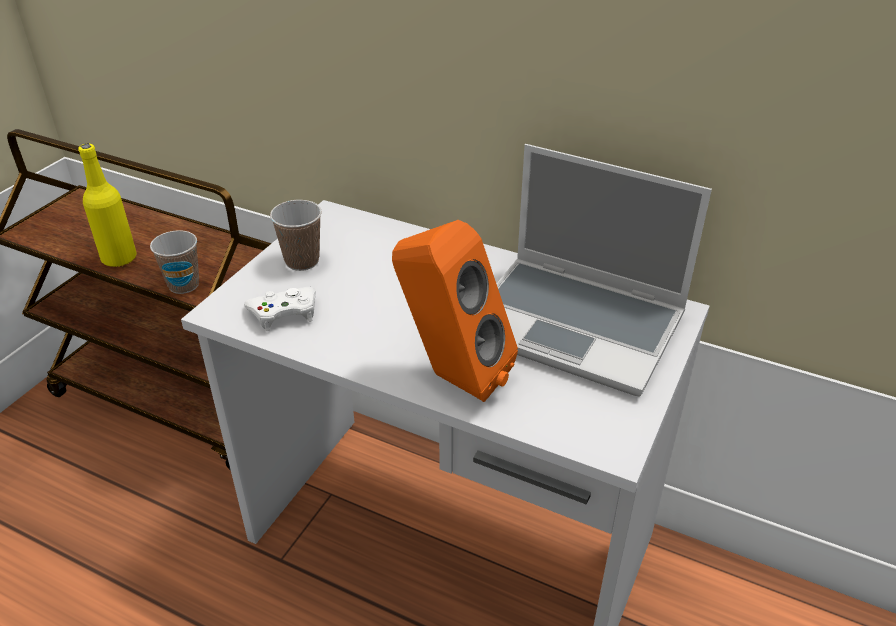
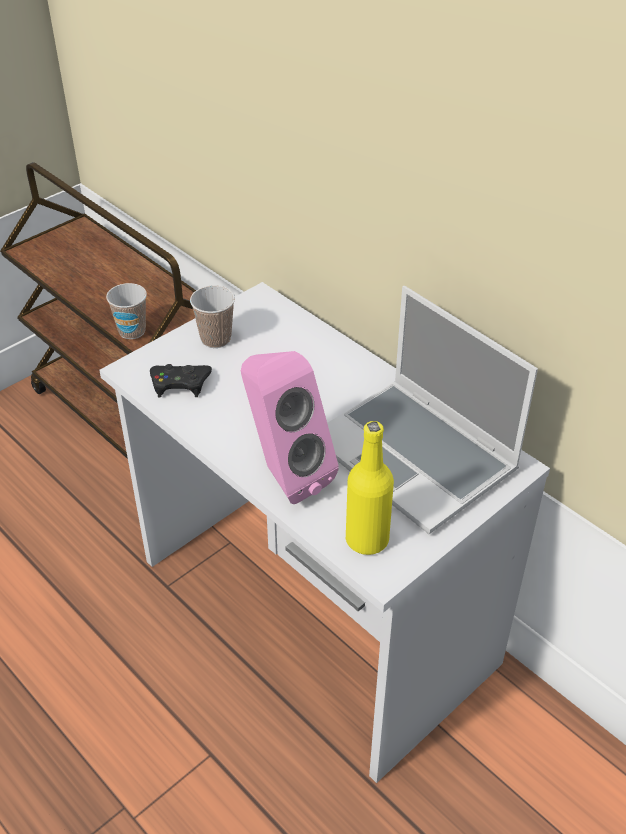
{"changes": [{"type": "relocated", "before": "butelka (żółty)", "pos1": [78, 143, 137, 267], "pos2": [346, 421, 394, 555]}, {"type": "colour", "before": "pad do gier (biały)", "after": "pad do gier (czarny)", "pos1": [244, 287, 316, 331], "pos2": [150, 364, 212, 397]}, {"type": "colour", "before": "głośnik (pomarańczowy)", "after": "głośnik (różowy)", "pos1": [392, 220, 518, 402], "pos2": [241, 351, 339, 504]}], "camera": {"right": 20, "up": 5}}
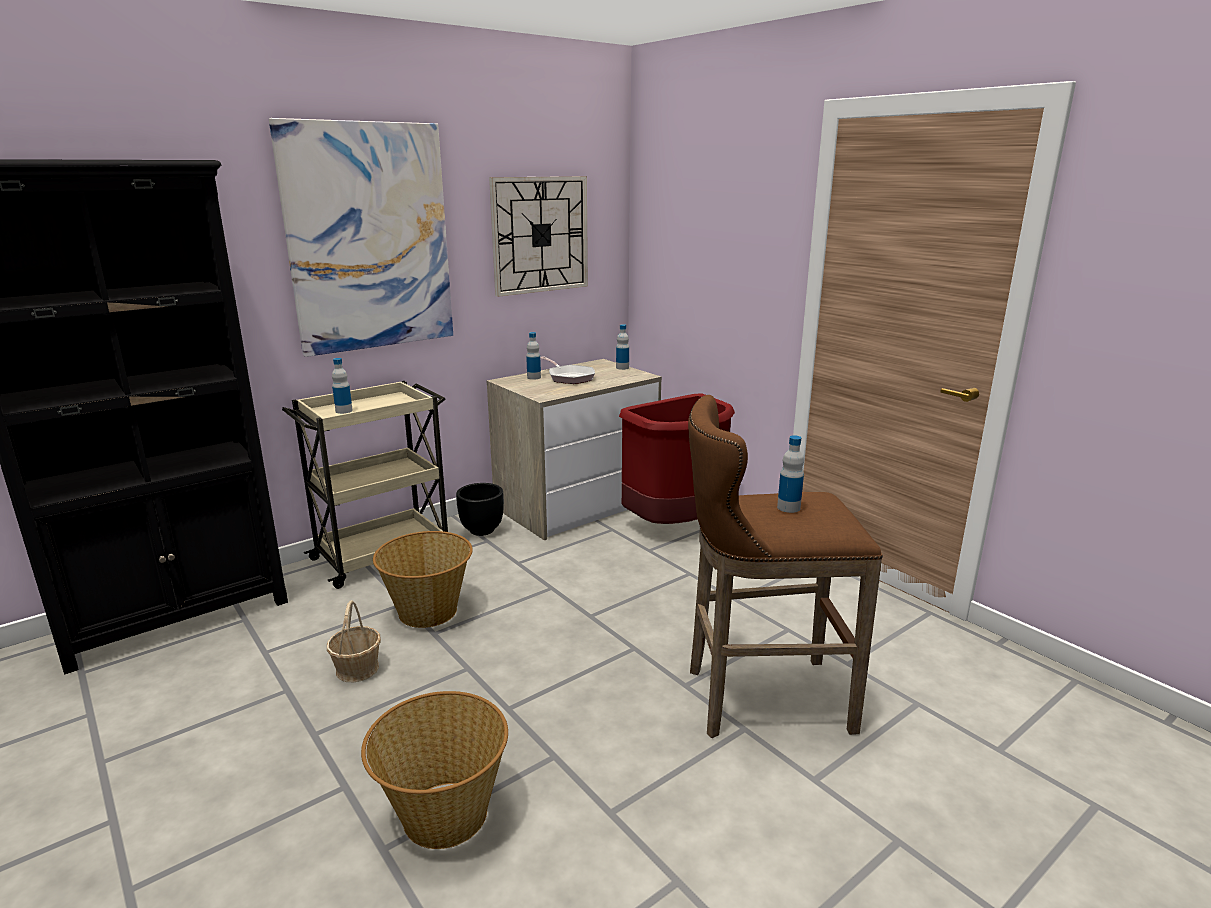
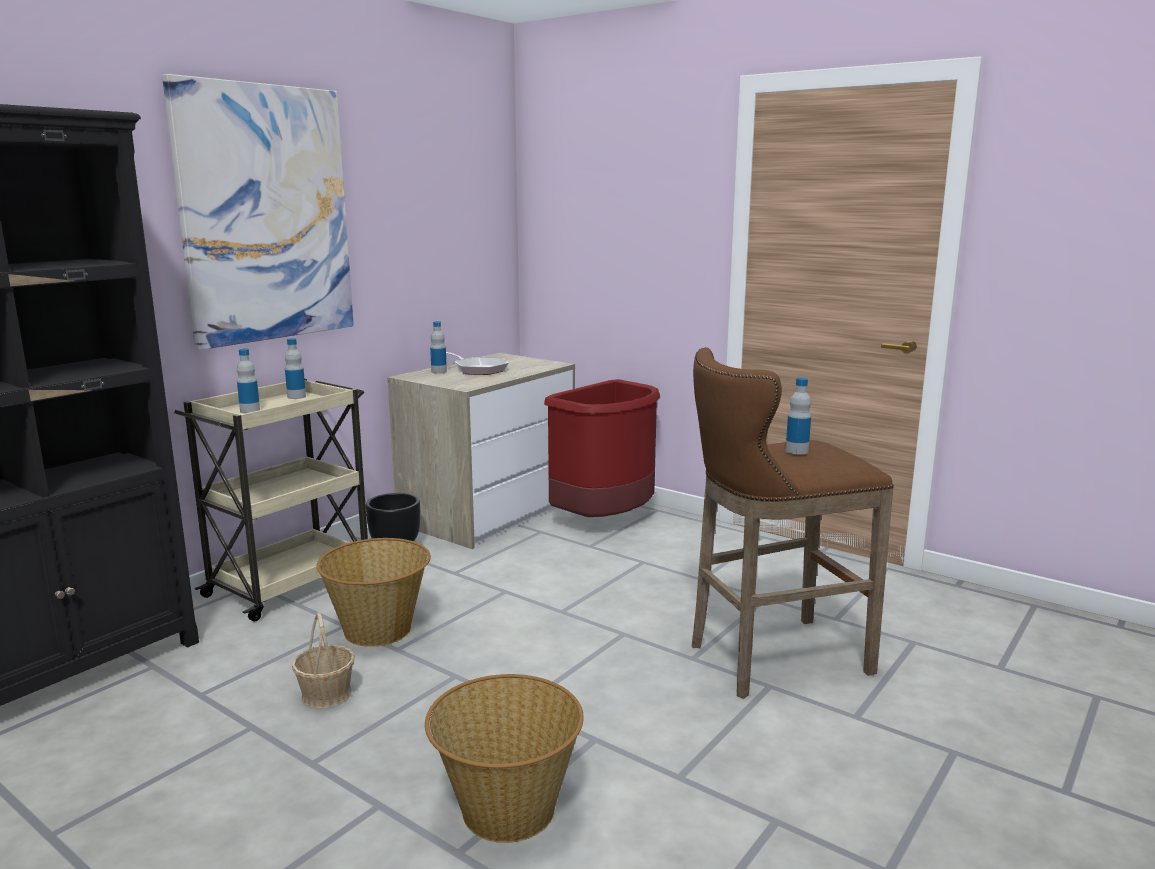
{"changes": [{"type": "missing", "before": "zegar ścienny", "pos1": [489, 176, 588, 297]}, {"type": "relocated", "before": "butelka", "pos1": [616, 324, 629, 370], "pos2": [285, 338, 306, 399]}], "camera": {"right": -15, "up": -5}}
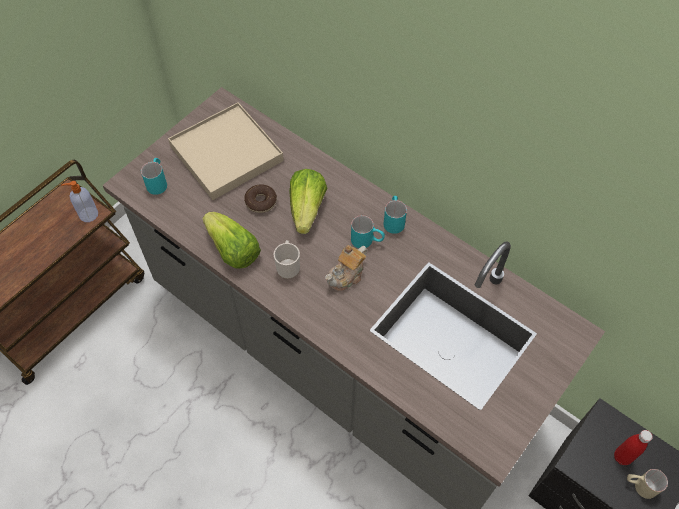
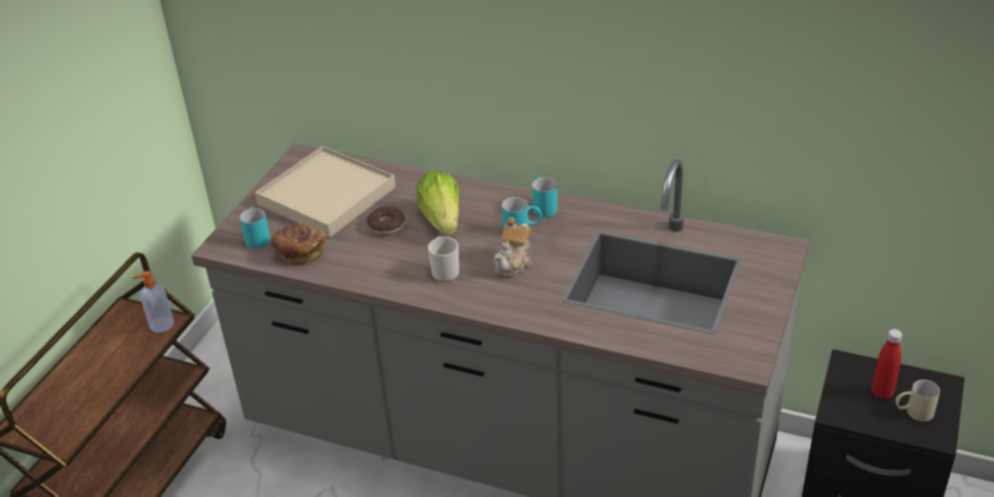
{"changes": [{"type": "missing", "before": "sałata", "pos1": [203, 212, 261, 269]}, {"type": "appeared", "after": "chleb", "pos2": [270, 224, 326, 266]}], "camera": {"right": -15, "up": -20}}
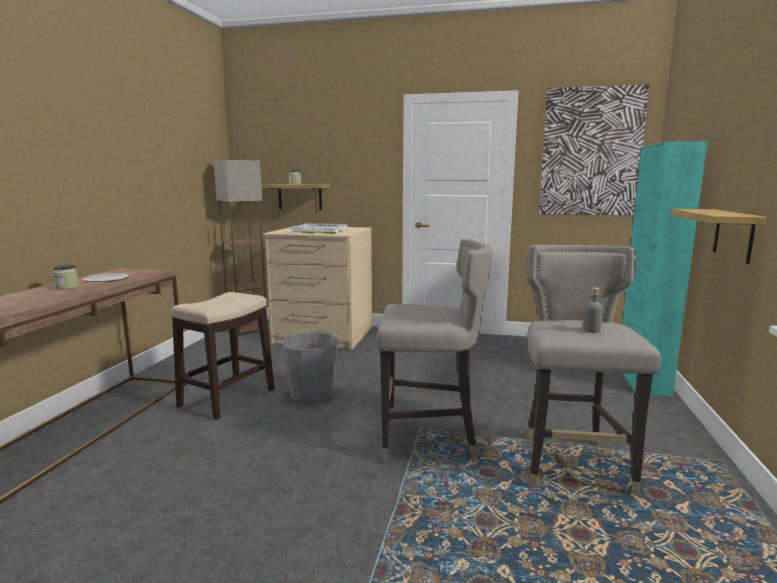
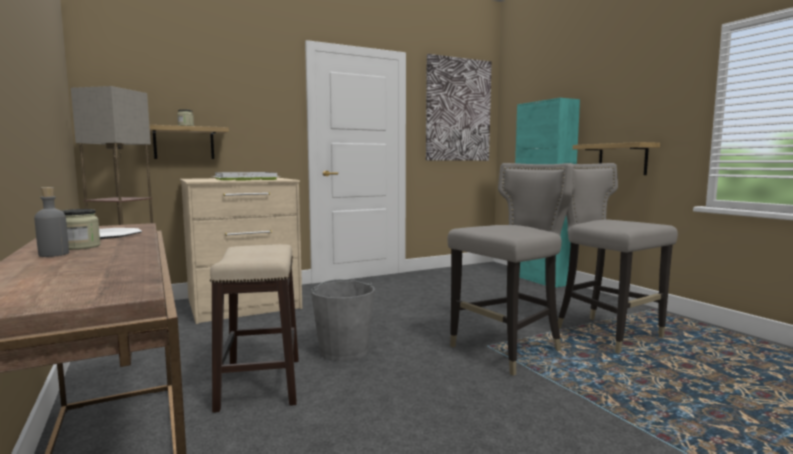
{"changes": [{"type": "relocated", "before": "butelka (szary)", "pos1": [583, 287, 603, 333], "pos2": [34, 187, 69, 257]}], "camera": {"right": -40, "up": -5}}
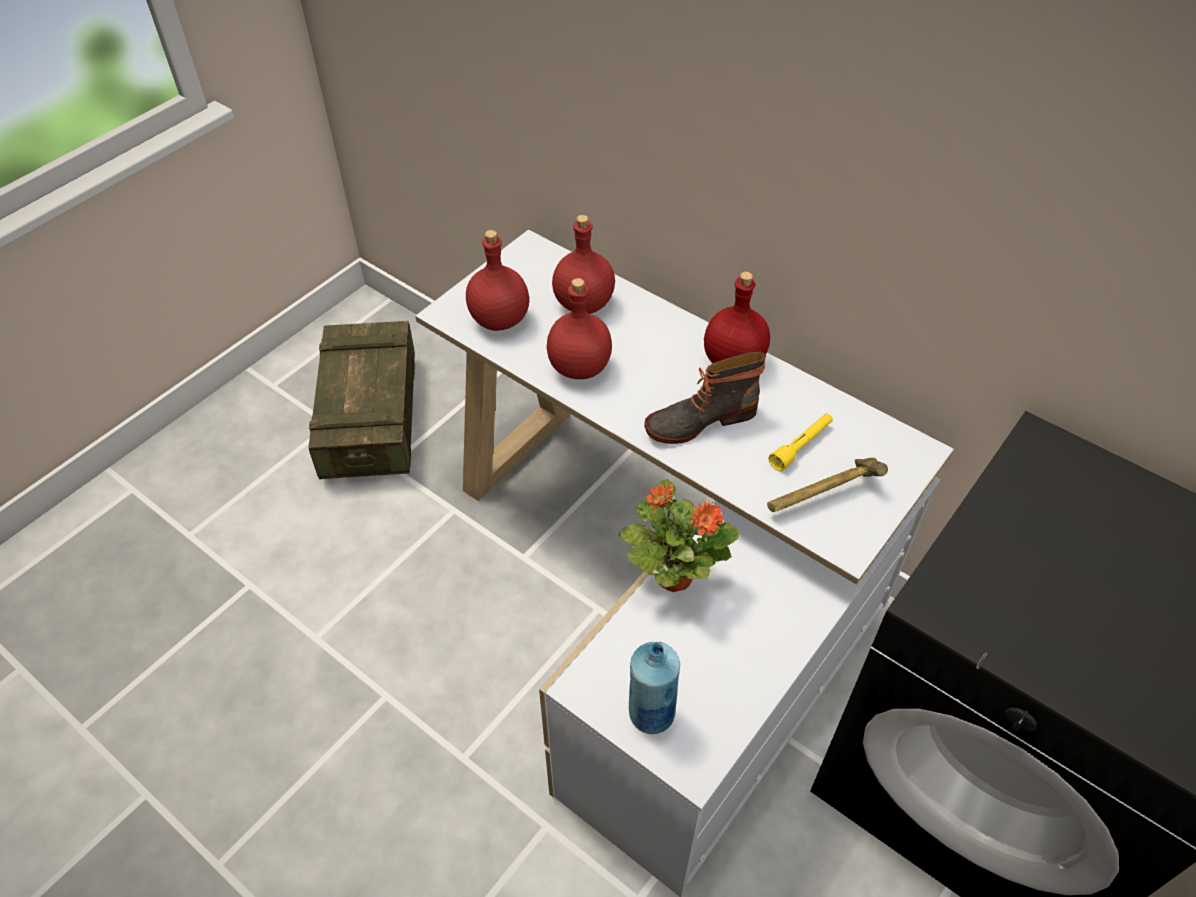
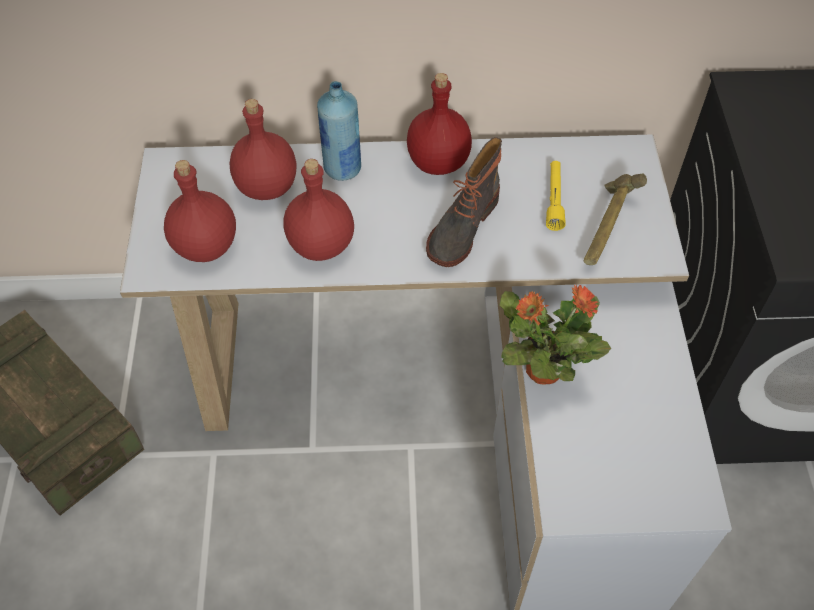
{"changes": [{"type": "relocated", "before": "butelka (niebieski)", "pos1": [629, 642, 680, 734], "pos2": [317, 81, 361, 181]}], "camera": {"right": -40, "up": 5}}
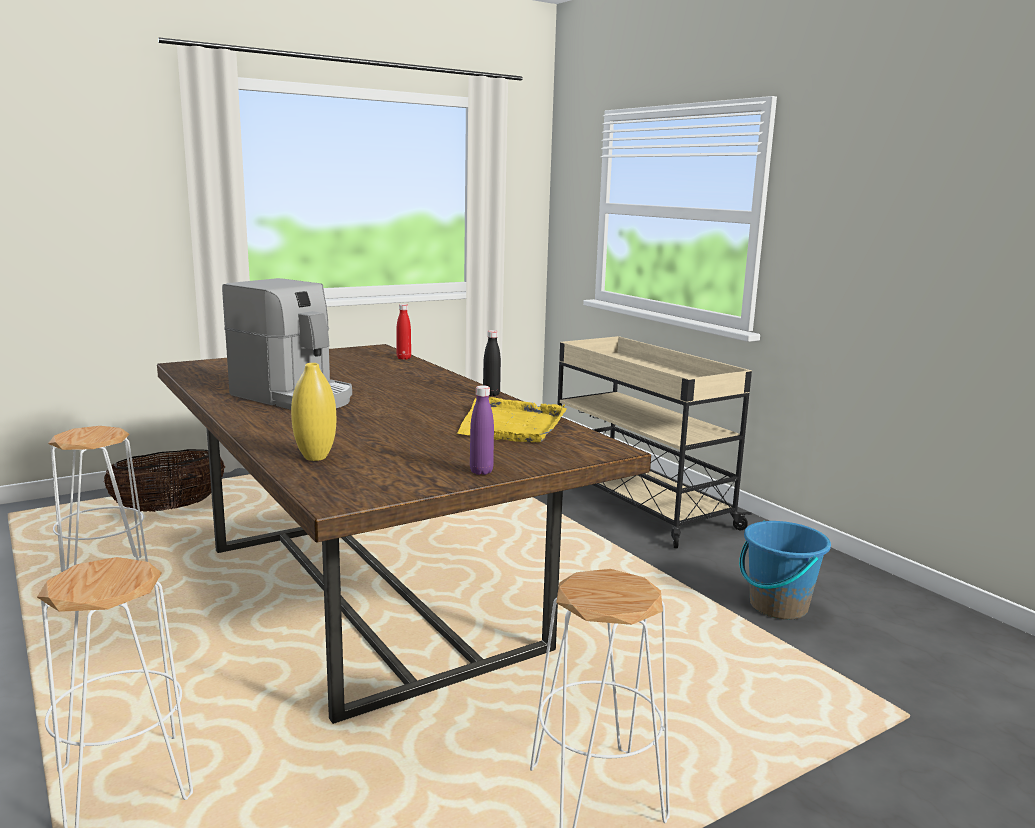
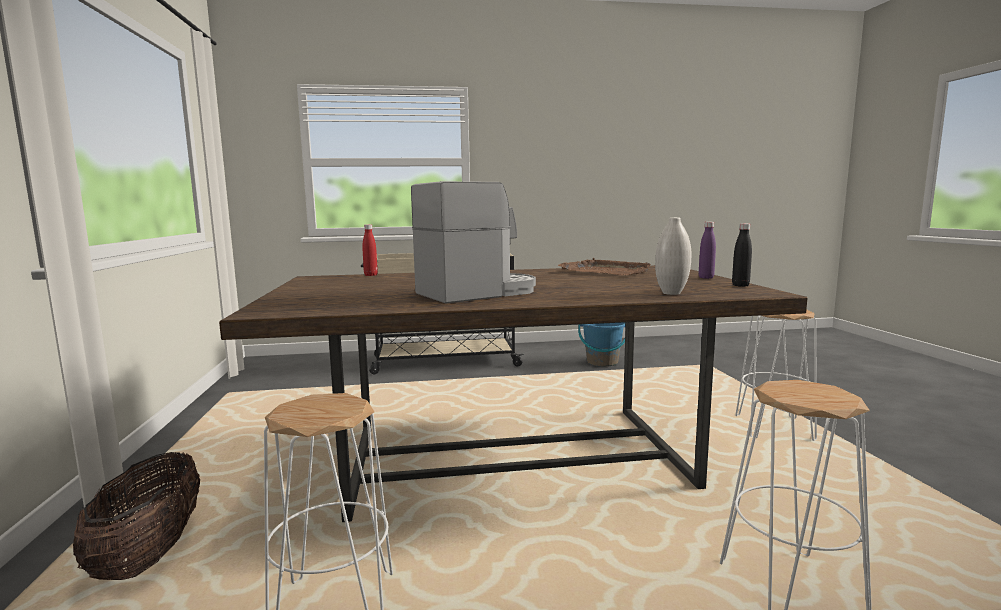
{"changes": [{"type": "relocated", "before": "butelka (czarny)", "pos1": [483, 330, 501, 396], "pos2": [732, 223, 752, 287]}, {"type": "colour", "before": "wazon (żółty)", "after": "wazon (biały)", "pos1": [291, 363, 336, 461], "pos2": [655, 217, 691, 295]}, {"type": "colour", "before": "taca (żółty)", "after": "taca (brązowy)", "pos1": [457, 397, 567, 442], "pos2": [558, 258, 651, 275]}], "camera": {"right": -65, "up": -5}}
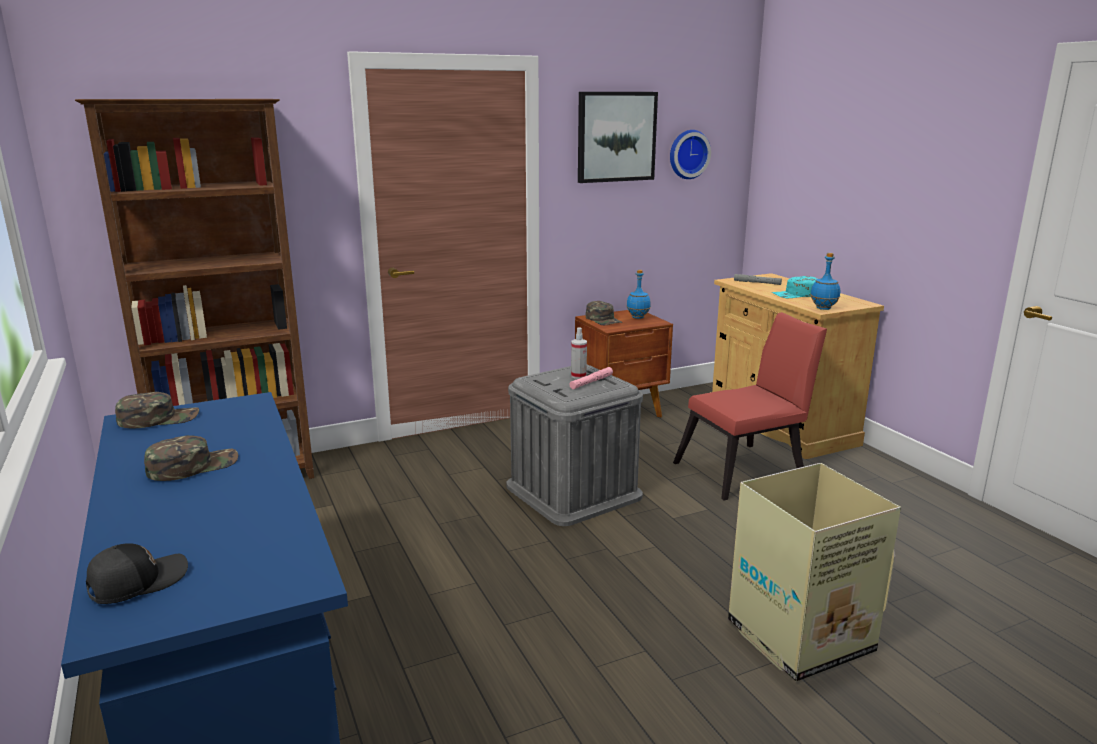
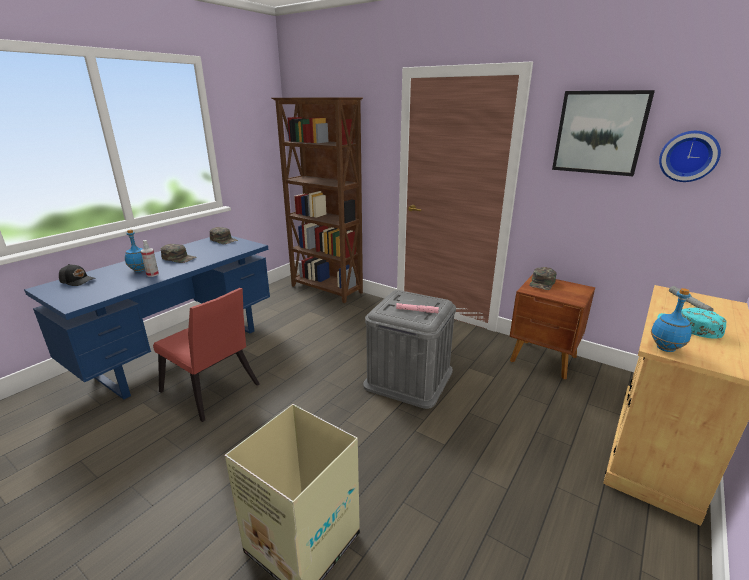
{"changes": [{"type": "relocated", "before": "spryskiwacz", "pos1": [571, 327, 587, 379], "pos2": [141, 240, 159, 277]}, {"type": "relocated", "before": "butelka (niebieski)", "pos1": [626, 270, 651, 319], "pos2": [125, 230, 145, 272]}, {"type": "relocated", "before": "krzesło (czerwony)", "pos1": [673, 312, 827, 501], "pos2": [153, 288, 260, 422]}], "camera": {"right": 60, "up": 5}}
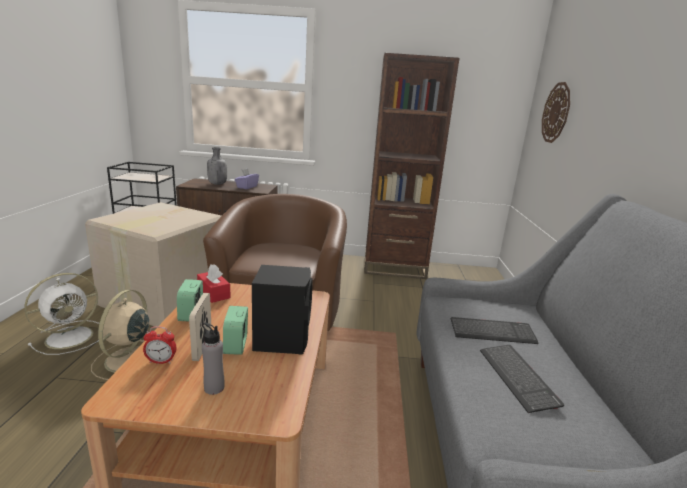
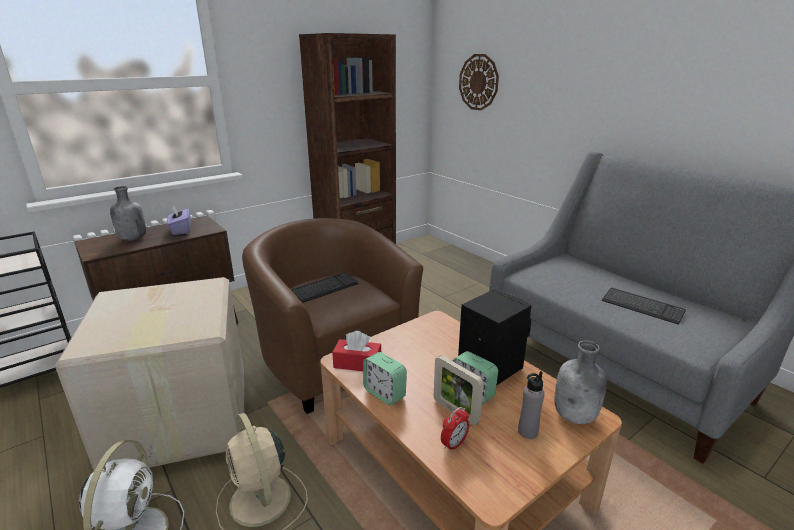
{"changes": [{"type": "appeared", "after": "butelka (szary)", "pos2": [554, 340, 607, 424]}, {"type": "relocated", "before": "klawiatura", "pos1": [451, 317, 539, 344], "pos2": [292, 272, 359, 303]}], "camera": {"right": -40, "up": 5}}
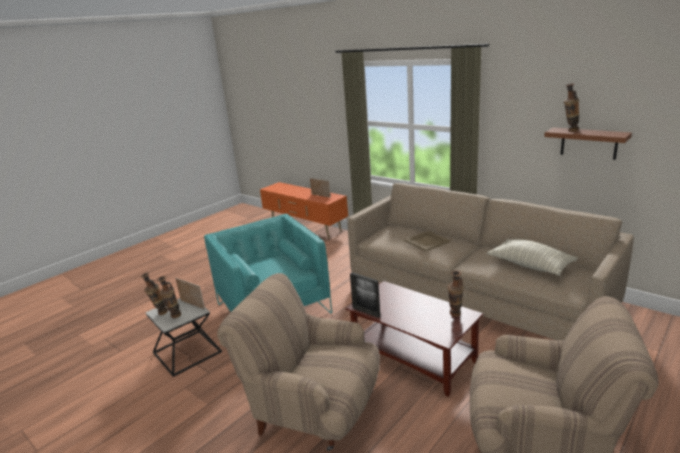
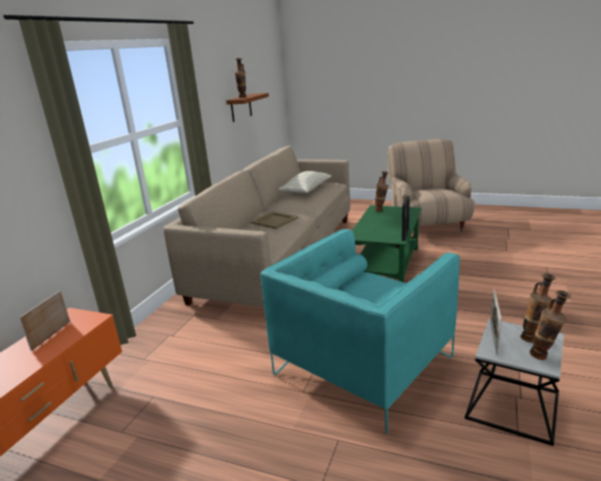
{"changes": [{"type": "missing", "before": "fotel (beżowy)", "pos1": [217, 273, 380, 451]}, {"type": "colour", "before": "ława (brązowy)", "after": "ława (zielony)", "pos1": [346, 281, 483, 397], "pos2": [352, 205, 422, 282]}], "camera": {"right": -110, "up": 0}}
